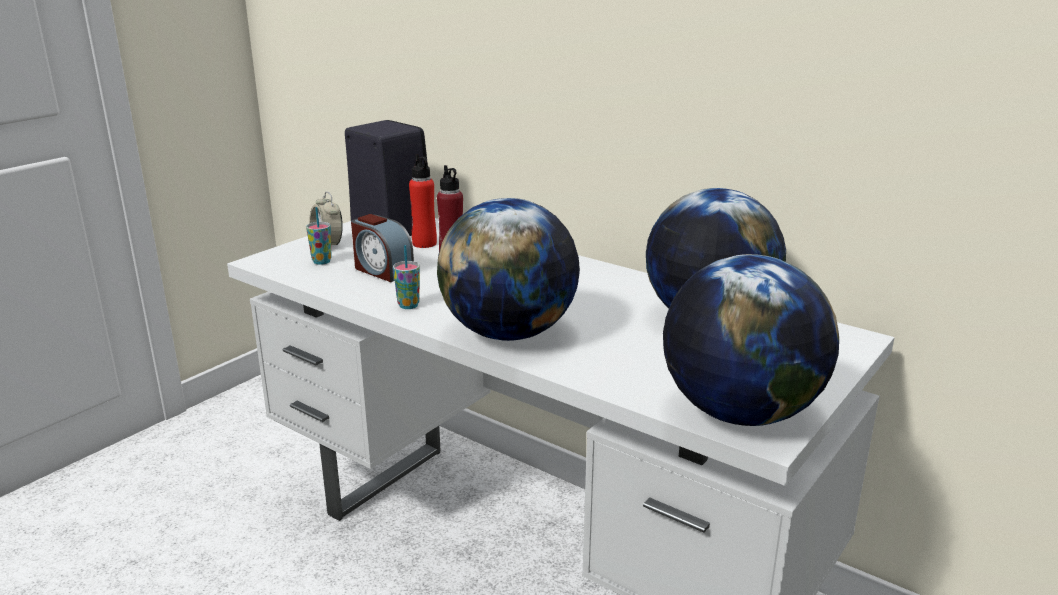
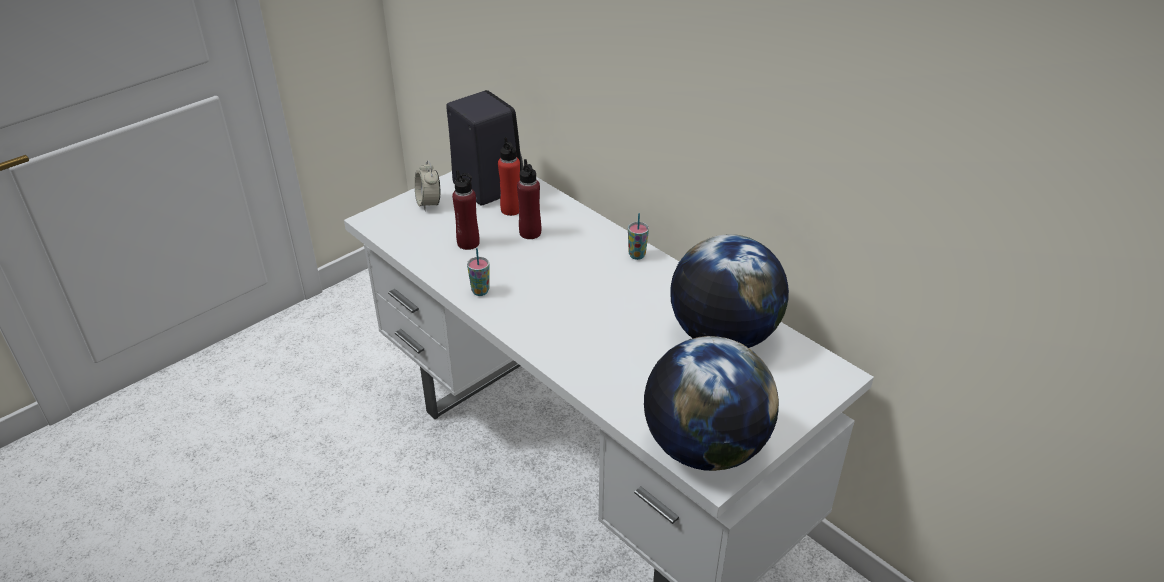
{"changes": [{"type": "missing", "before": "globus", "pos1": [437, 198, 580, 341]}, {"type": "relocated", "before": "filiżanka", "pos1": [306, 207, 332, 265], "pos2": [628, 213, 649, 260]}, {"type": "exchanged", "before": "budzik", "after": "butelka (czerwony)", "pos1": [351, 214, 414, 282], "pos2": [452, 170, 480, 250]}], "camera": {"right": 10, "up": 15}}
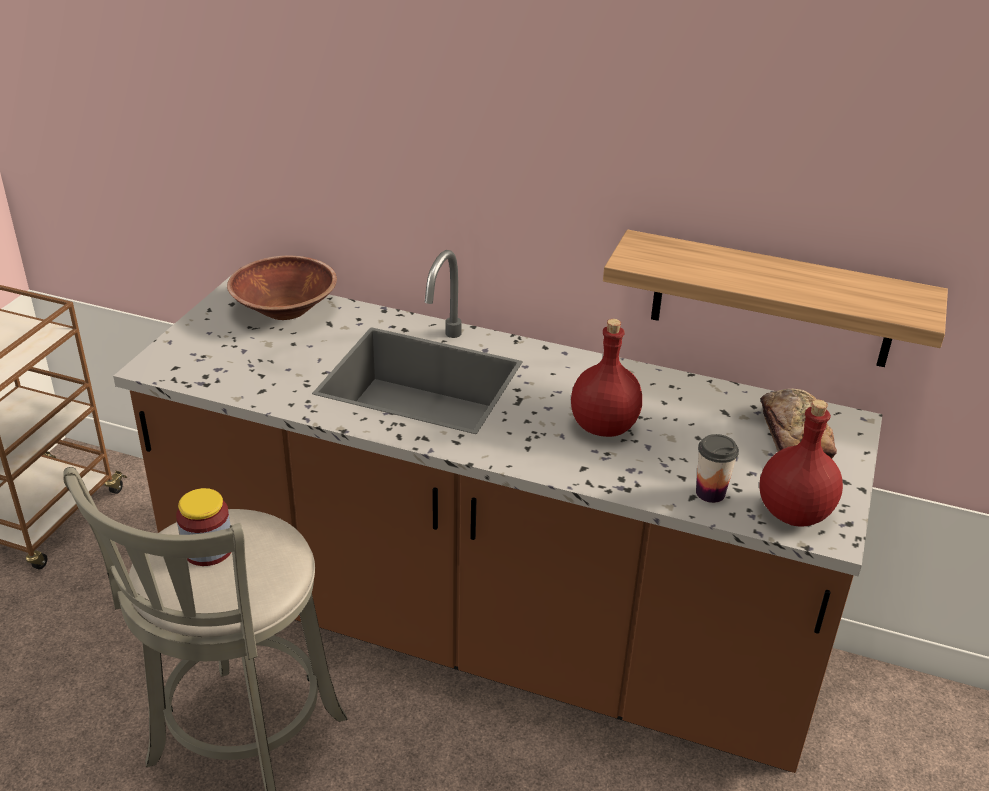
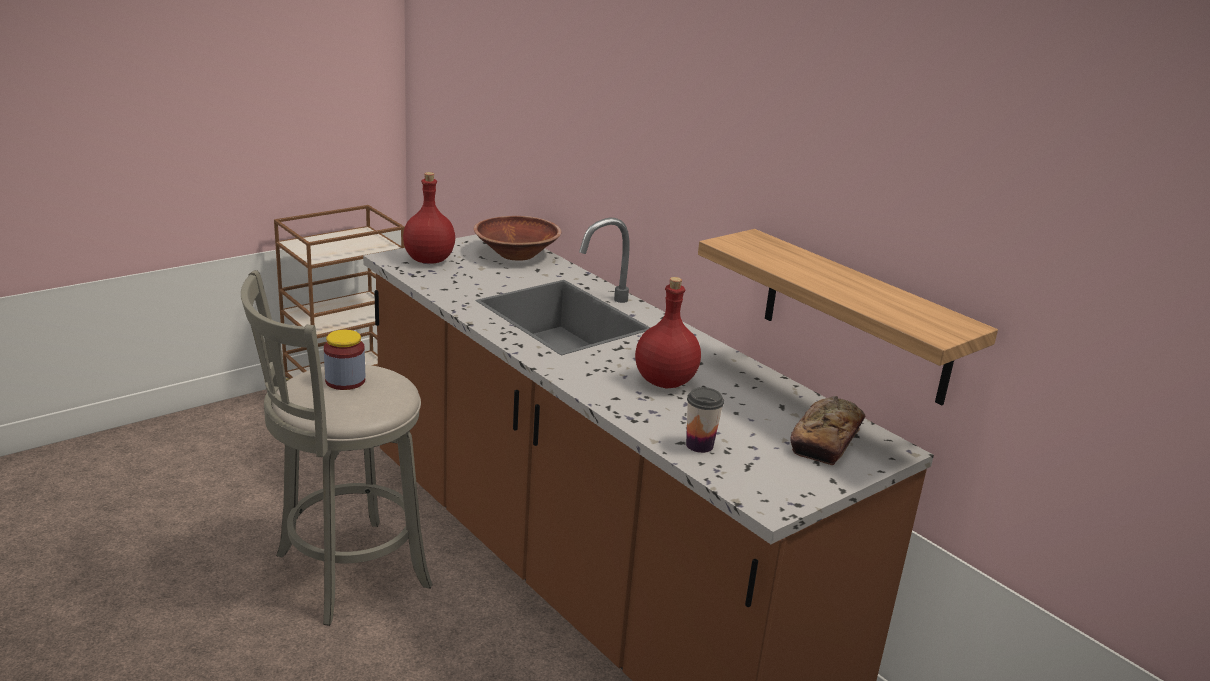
{"changes": [{"type": "relocated", "before": "butelka (czerwony)", "pos1": [759, 400, 843, 527], "pos2": [403, 172, 455, 263]}], "camera": {"right": 30, "up": -10}}
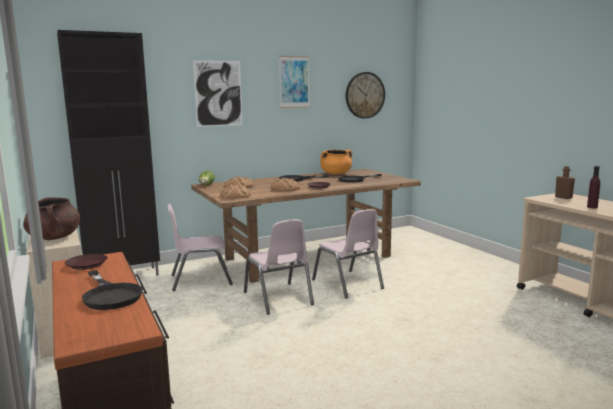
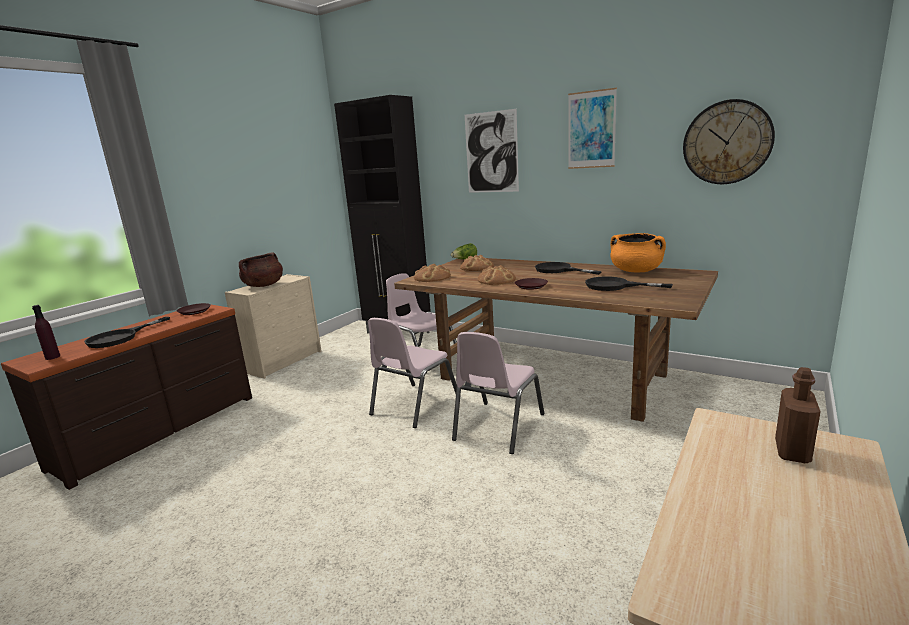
{"changes": [{"type": "relocated", "before": "butelka (fioletowy)", "pos1": [587, 166, 600, 209], "pos2": [32, 305, 60, 360]}], "camera": {"right": 60, "up": 5}}
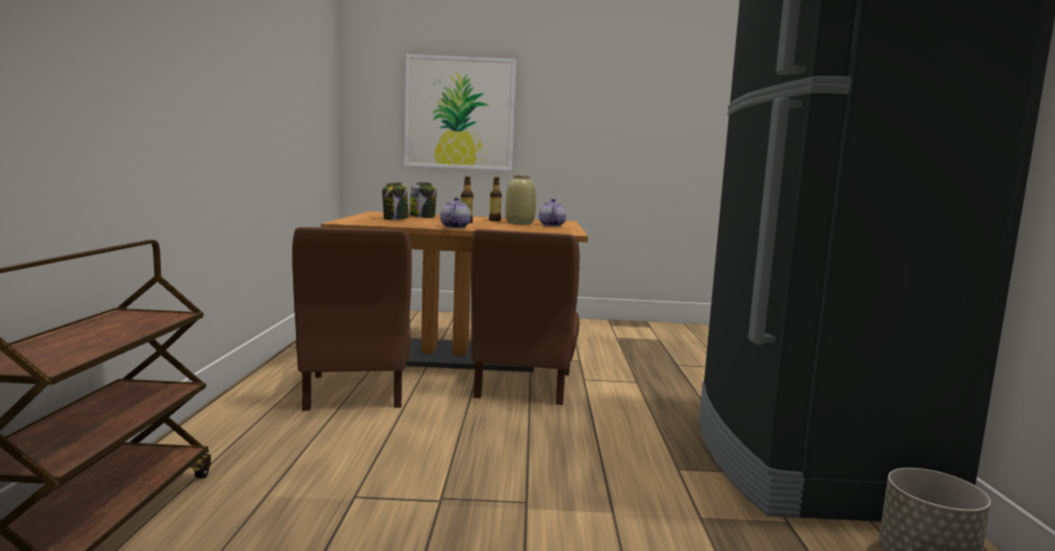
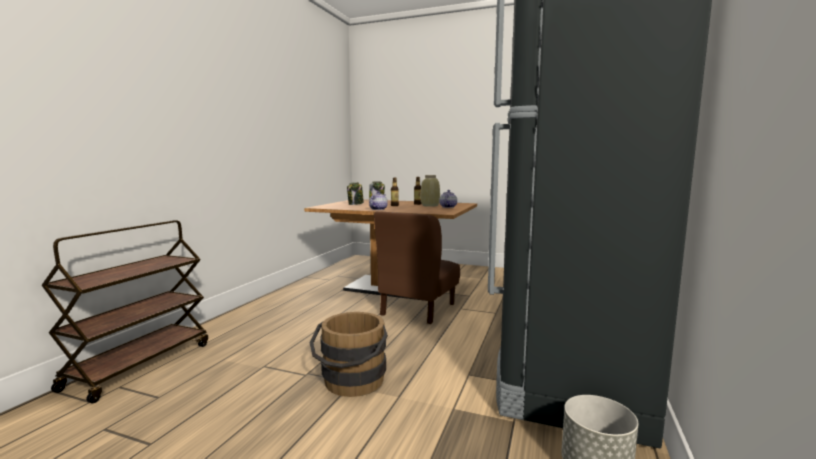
{"changes": [{"type": "missing", "before": "krzesło (brązowy)", "pos1": [292, 227, 412, 411]}, {"type": "missing", "before": "obraz", "pos1": [404, 54, 517, 171]}, {"type": "appeared", "after": "wiadro (brązowy)", "pos2": [310, 312, 388, 397]}], "camera": {"right": 20, "up": 0}}
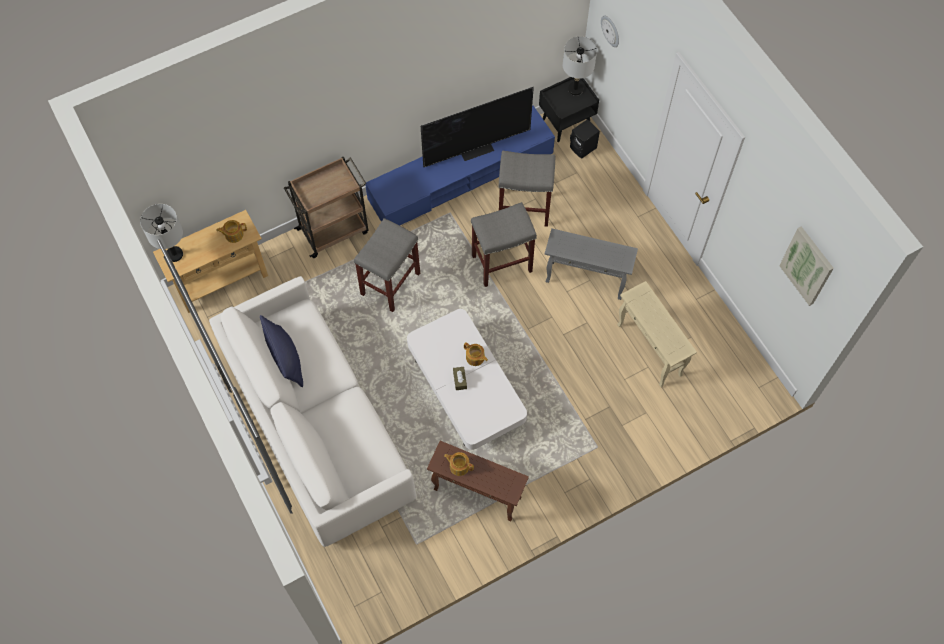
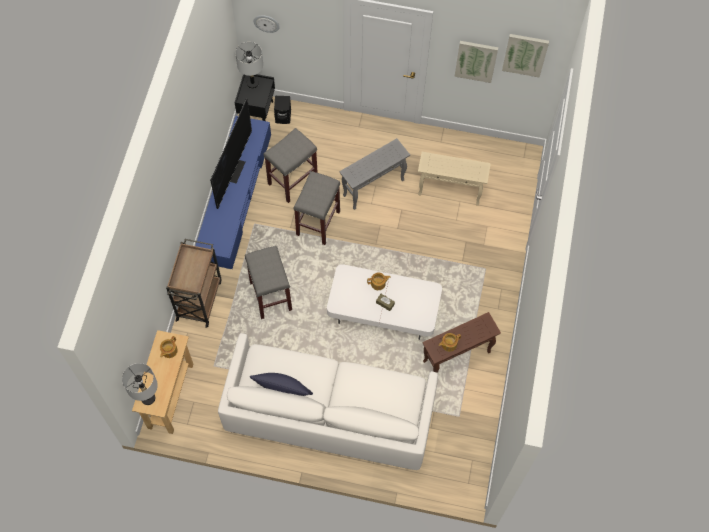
{"changes": [{"type": "appeared", "after": "obraz", "pos2": [455, 41, 498, 83]}], "camera": {"right": -50, "up": 0}}
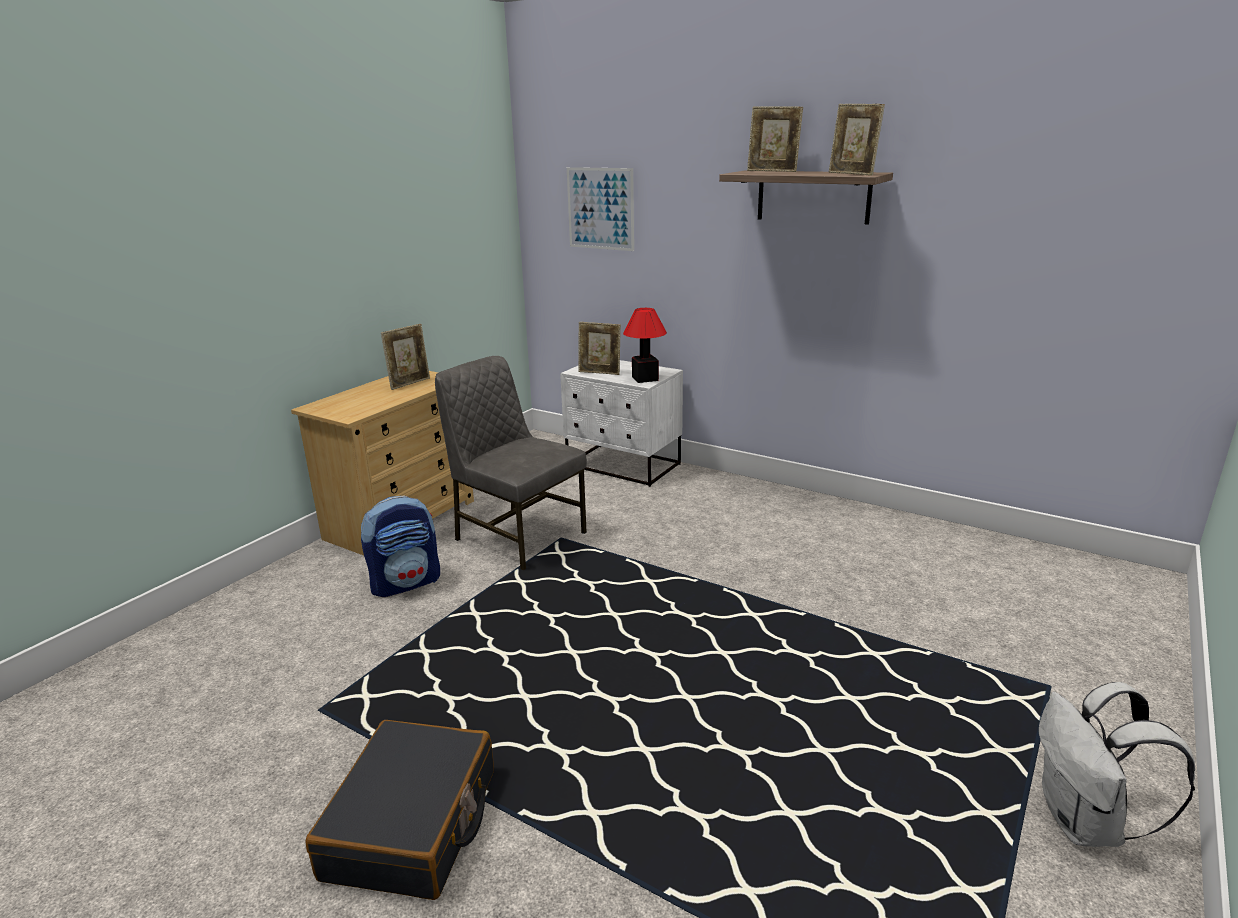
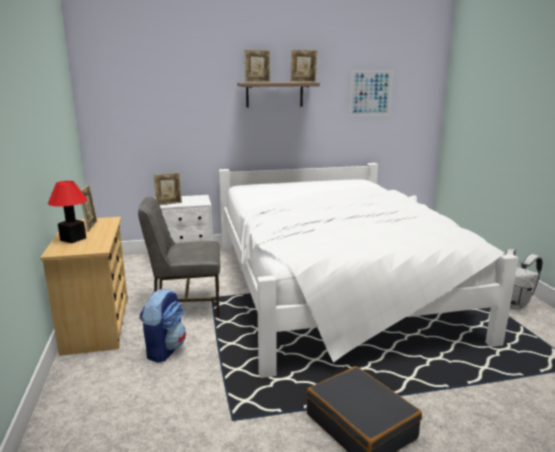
{"changes": [{"type": "appeared", "after": "łóżko (biały)", "pos2": [219, 163, 518, 378]}, {"type": "relocated", "before": "obraz", "pos1": [567, 167, 634, 251], "pos2": [350, 71, 393, 116]}, {"type": "relocated", "before": "lampa stołowa", "pos1": [623, 308, 667, 383], "pos2": [48, 181, 87, 243]}], "camera": {"right": -45, "up": -5}}
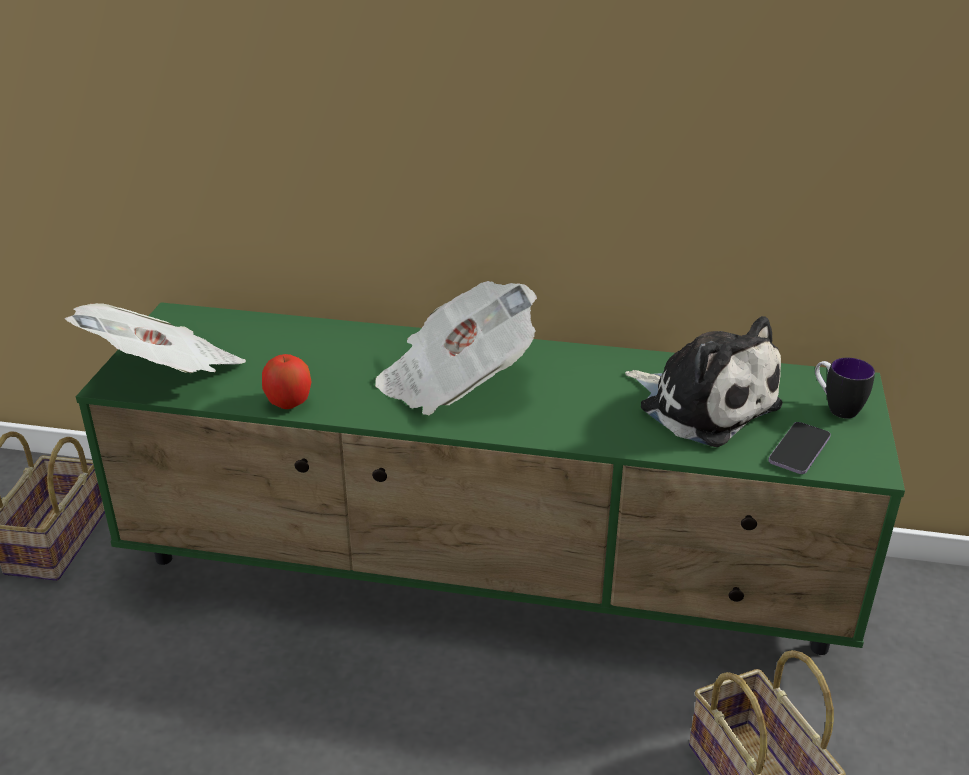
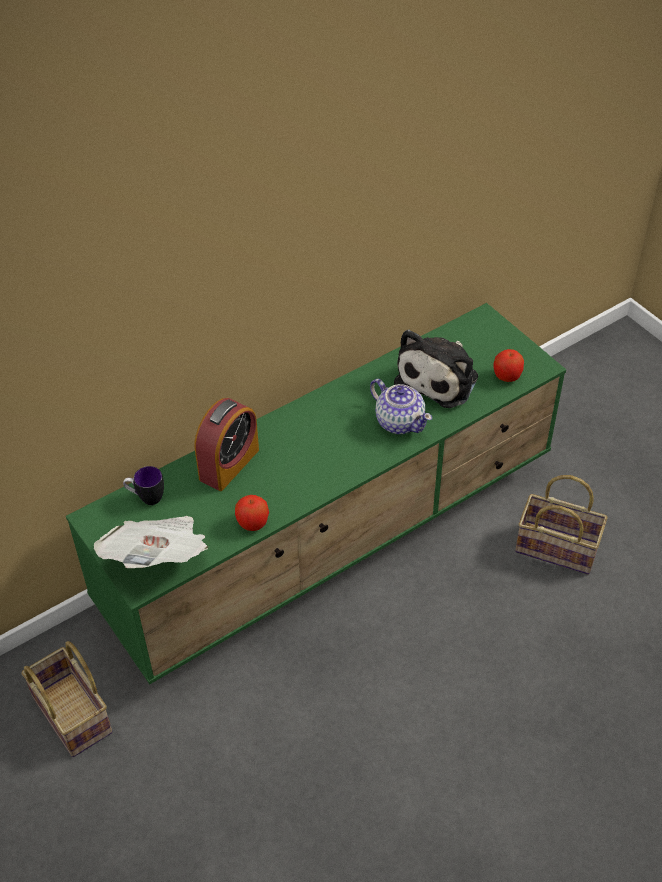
{"changes": [{"type": "missing", "before": "gazeta", "pos1": [375, 281, 537, 416]}, {"type": "appeared", "after": "budzik", "pos2": [195, 398, 259, 491]}, {"type": "appeared", "after": "imbryk", "pos2": [370, 379, 432, 434]}, {"type": "relocated", "before": "kubek", "pos1": [815, 358, 875, 418], "pos2": [123, 466, 164, 505]}, {"type": "exchanged", "before": "telefon", "after": "jabłko", "pos1": [768, 422, 831, 474], "pos2": [493, 349, 524, 382]}, {"type": "spun", "before": "pluszak", "pos1": [625, 316, 782, 447], "pos2": [394, 330, 478, 408], "turn": 120}], "camera": {"right": -45, "up": 15}}
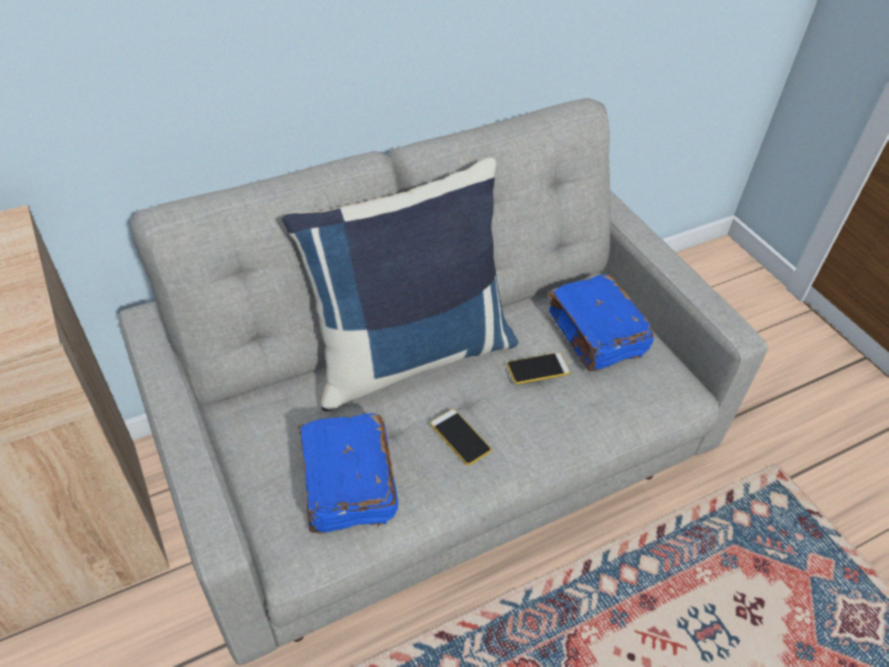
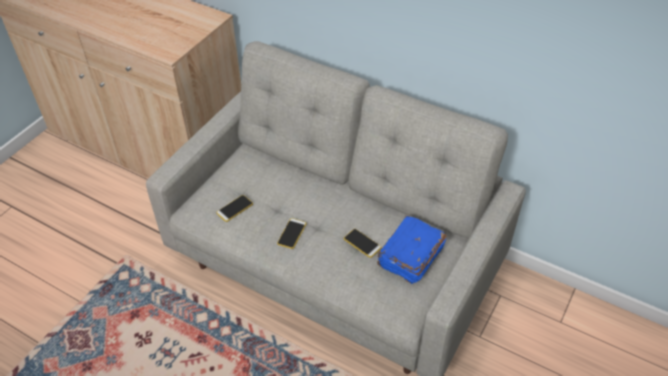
{"changes": [{"type": "missing", "before": "poduszka (niebieski)", "pos1": [282, 157, 518, 411]}, {"type": "exchanged", "before": "książka (niebieski)", "after": "telefon", "pos1": [297, 413, 398, 534], "pos2": [216, 195, 253, 222]}], "camera": {"right": 60, "up": 0}}
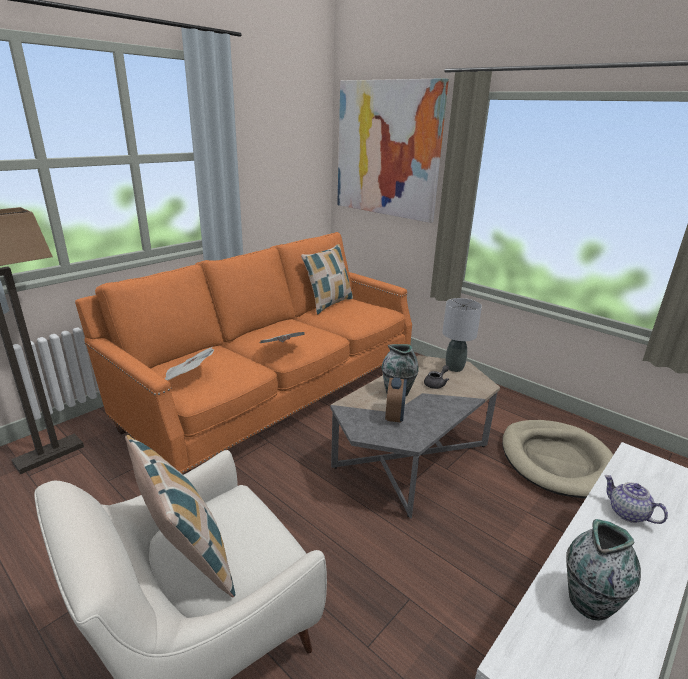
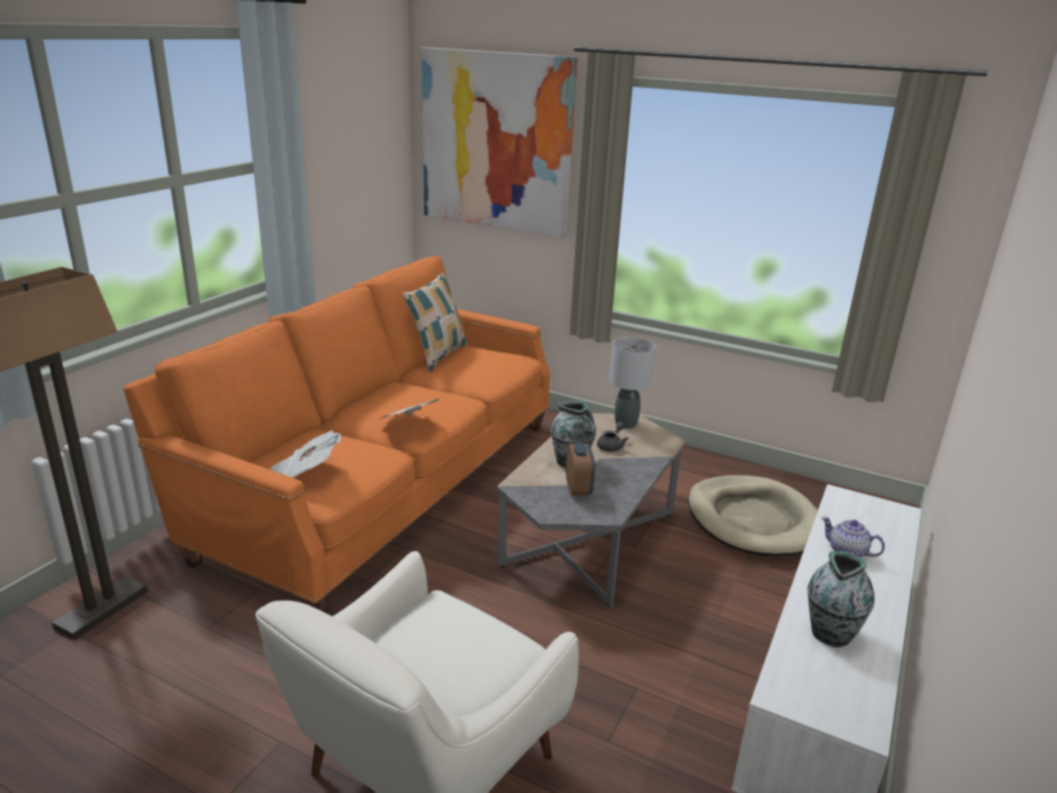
{"changes": [{"type": "missing", "before": "poduszka", "pos1": [125, 435, 235, 598]}], "camera": {"right": -15, "up": 0}}
